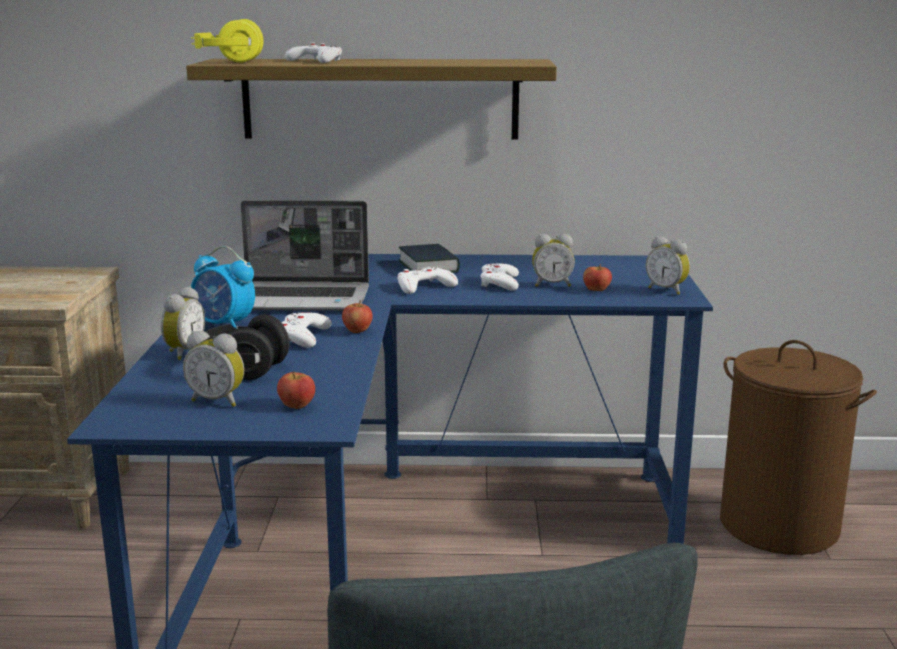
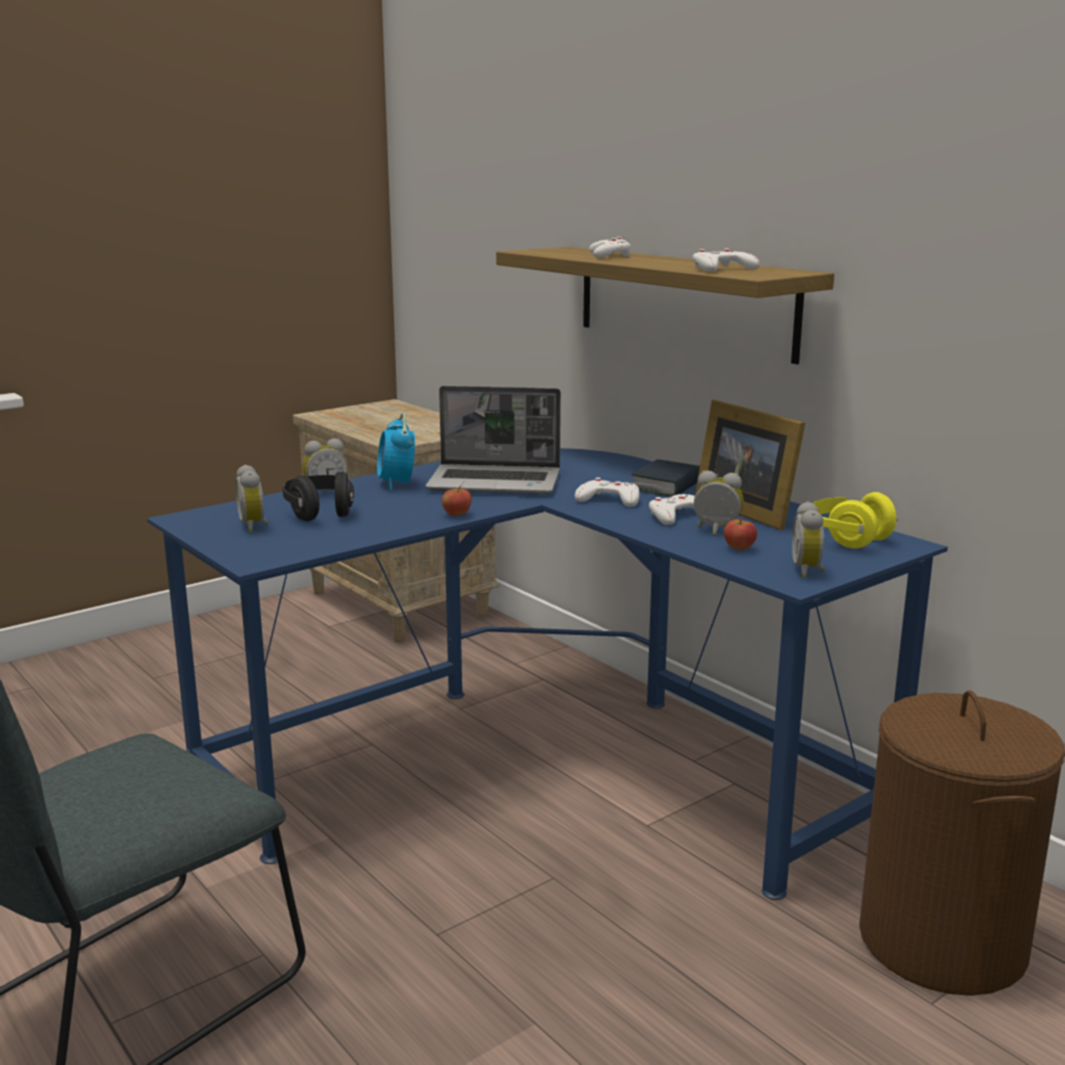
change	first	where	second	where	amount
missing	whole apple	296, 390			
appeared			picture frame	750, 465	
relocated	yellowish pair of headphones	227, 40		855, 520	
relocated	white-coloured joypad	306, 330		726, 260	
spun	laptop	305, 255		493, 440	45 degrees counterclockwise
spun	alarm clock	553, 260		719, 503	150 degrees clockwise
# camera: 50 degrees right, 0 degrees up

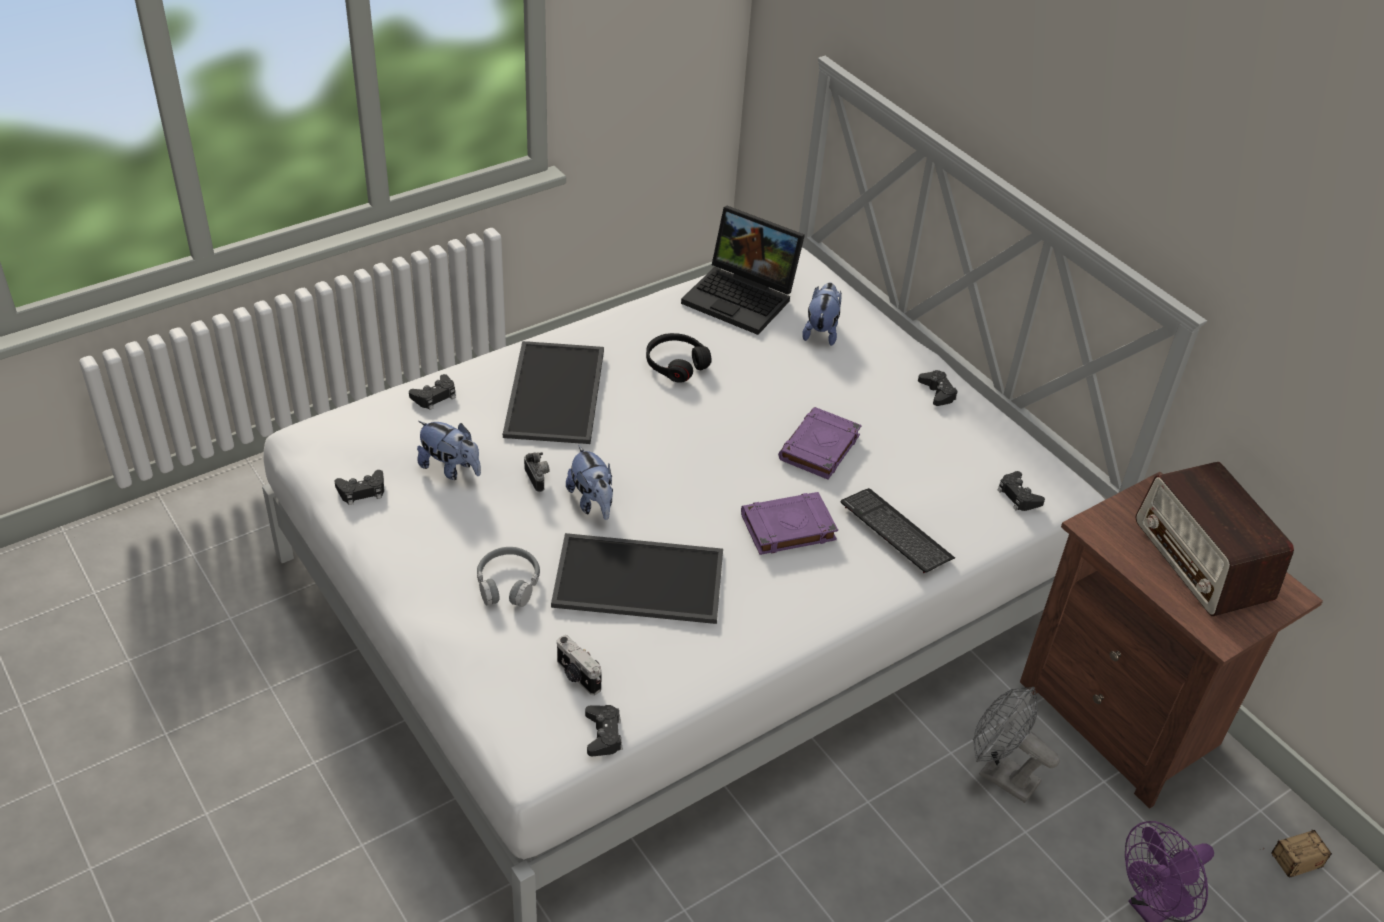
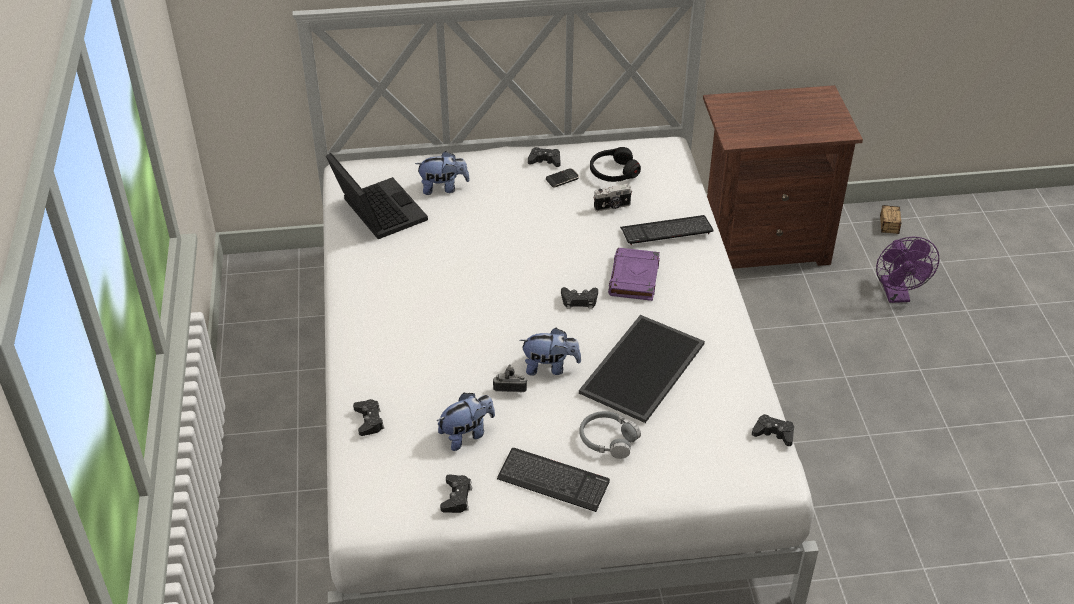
change	first	where	second	where	amount
missing	tray	553, 392			
missing	purple-coloured volume	820, 443			
missing	grey electric fan	1016, 745			
missing	radio set	1214, 538			
appeared			keyboard	553, 480	
appeared			telephone	562, 178	
relocated	photo camera	579, 665		612, 198	
relocated	black pair of headphones	679, 358		615, 164	
relocated	black joypad	1021, 491		579, 298	
spun	laptop	743, 270		377, 196	90 degrees counterclockwise
spun	soft toy	822, 314		442, 173	135 degrees clockwise
# camera: 60 degrees left, 0 degrees up

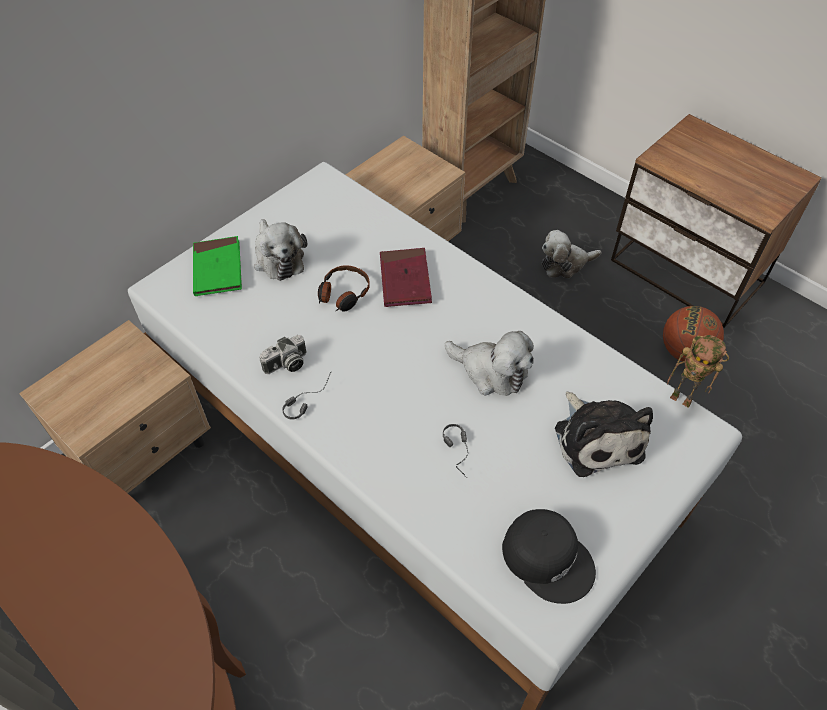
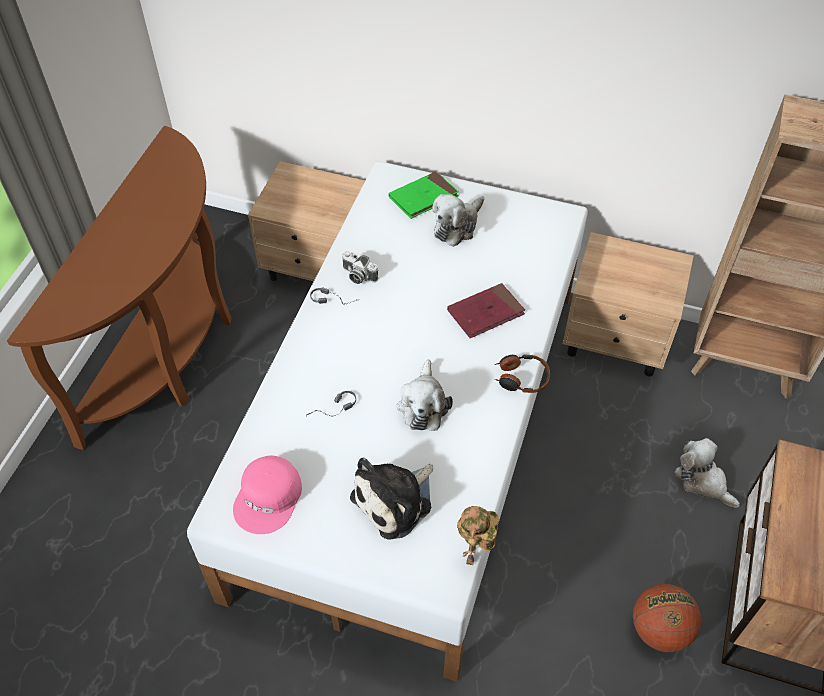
change	first	where	second	where	amount
relocated	pair of headphones	344, 288		522, 374	
colour	black baseball cap	549, 556	pink baseball cap	267, 495	
# camera: 65 degrees right, 0 degrees up

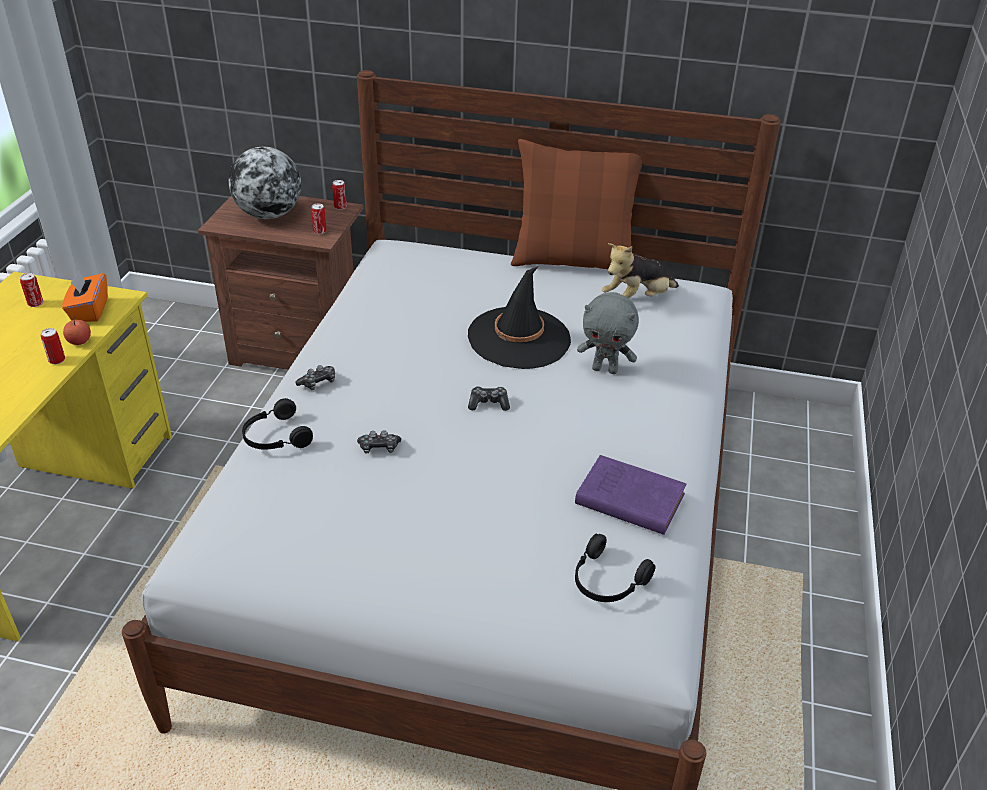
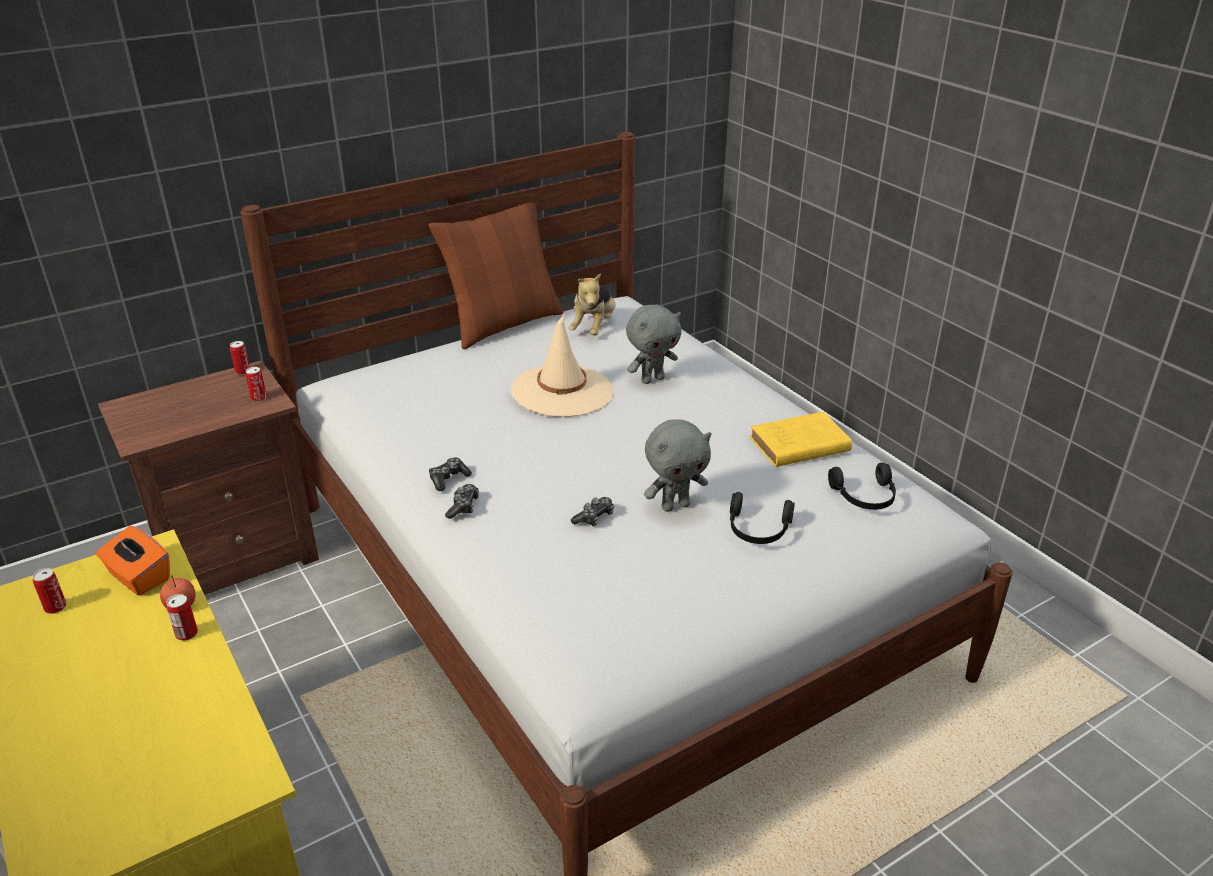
change	first	where	second	where	amount
missing	globe	265, 183			
appeared			grey soft toy	677, 466	
relocated	black pair of headphones	277, 424		762, 518	
relocated	joypad	489, 398		450, 474	
colour	black wearable hat	519, 317	beige-coloured wearable hat	562, 365	
colour	purple-coloured volume	630, 495	yellowish volume	801, 439	
# camera: 45 degrees left, 5 degrees down

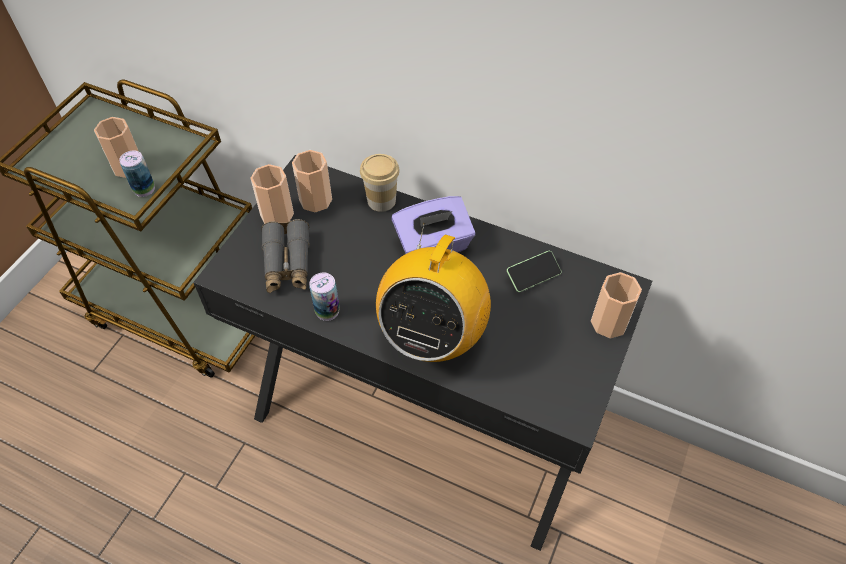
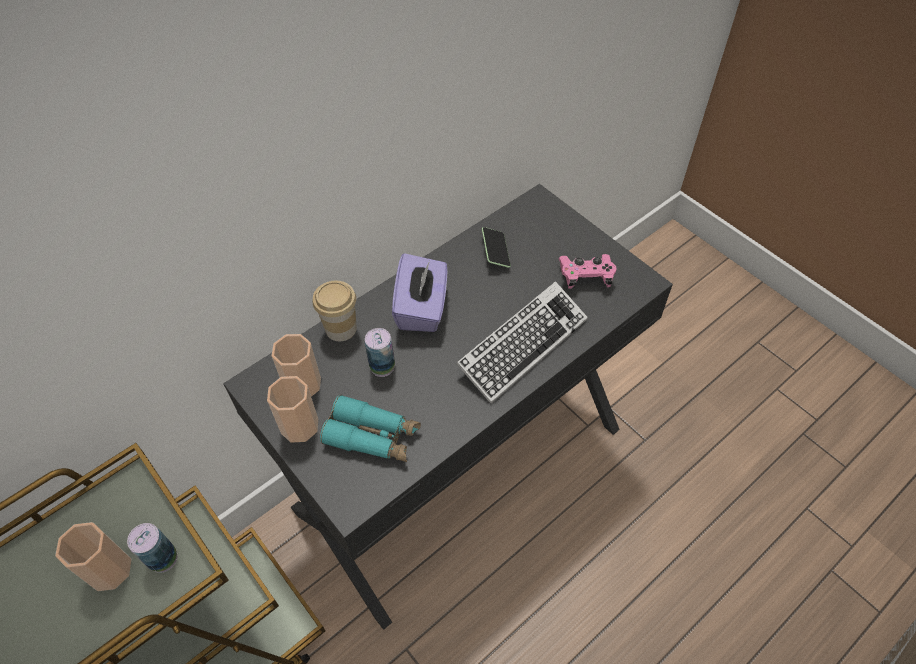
change	first	where	second	where	amount
missing	cup	616, 305			
appeared			pink joypad	588, 271	
relocated	metal can	324, 296		380, 352	
exchanged	radio set	433, 292	keyboard	522, 342	
colour	grey binoculars	285, 256	blue-green binoculars	370, 428	
# camera: 65 degrees left, 0 degrees up

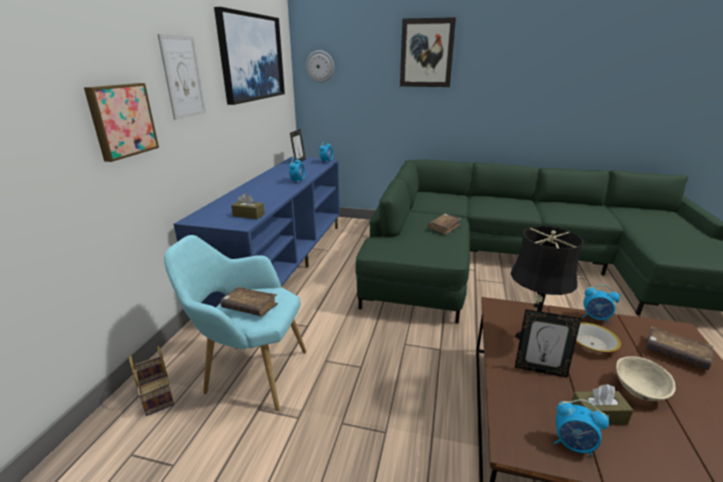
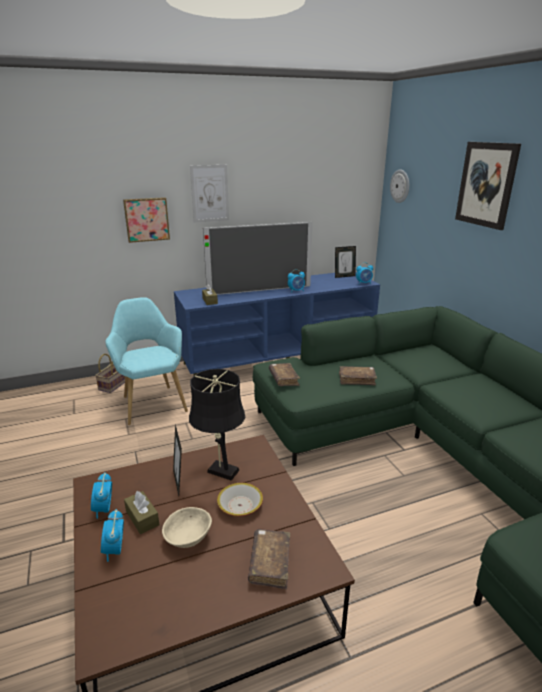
change	first	where	second	where	amount
missing	wall art	249, 56			
appeared			TV set	258, 258	
relocated	brown-coloured volume	249, 301		284, 374	
relocated	alarm clock	601, 304		112, 535	
# camera: 55 degrees right, 0 degrees up

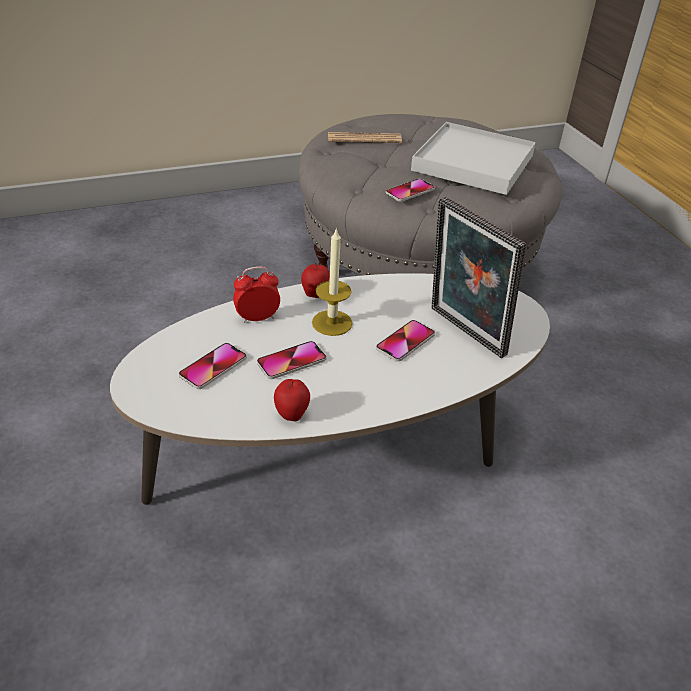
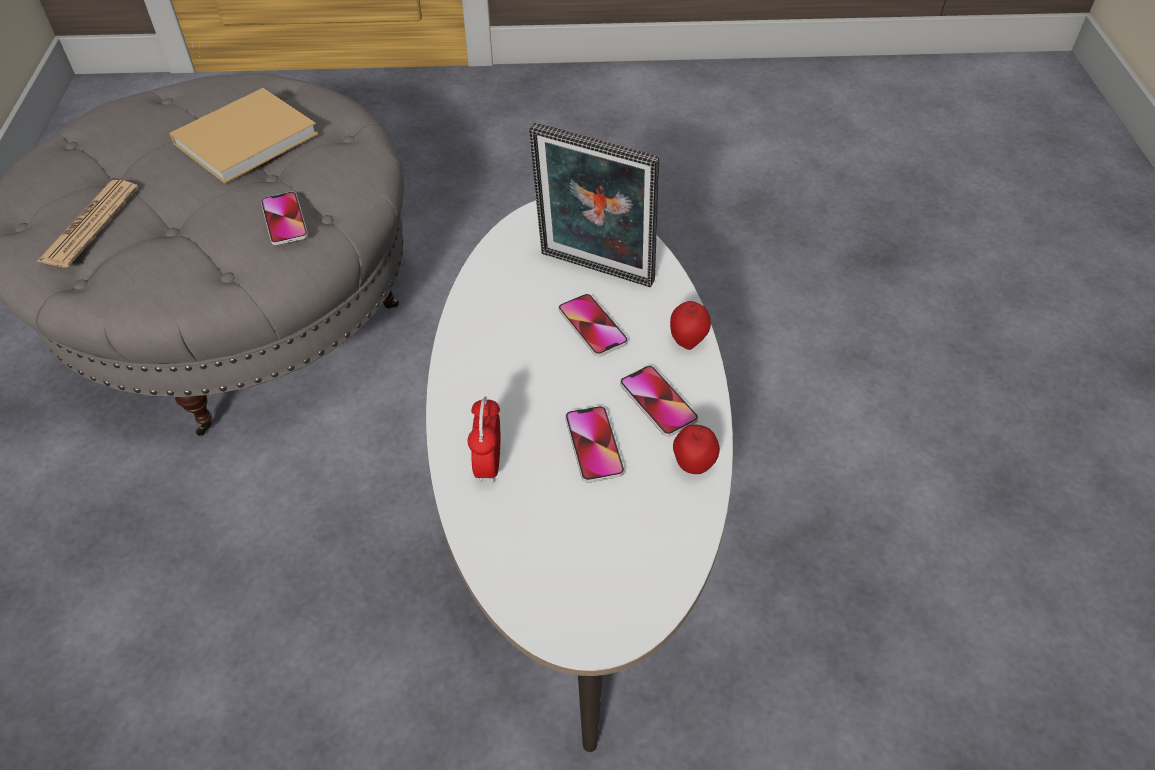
change	first	where	second	where	amount
missing	wax light	332, 281			
relocated	telephone	213, 366		659, 401	
relocated	whole apple	315, 280		690, 325	
exchanged	white-coloured tray	473, 158	beige-coloured volume	244, 136	
spun	picture frame	478, 277		594, 205	45 degrees clockwise
# camera: 70 degrees left, 10 degrees up

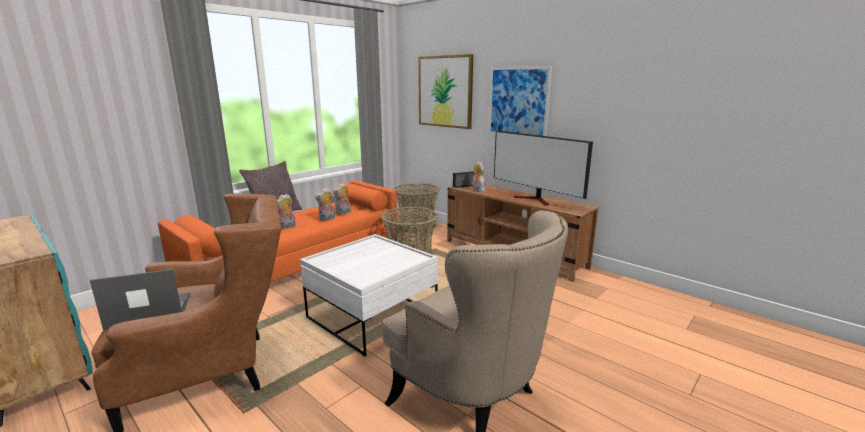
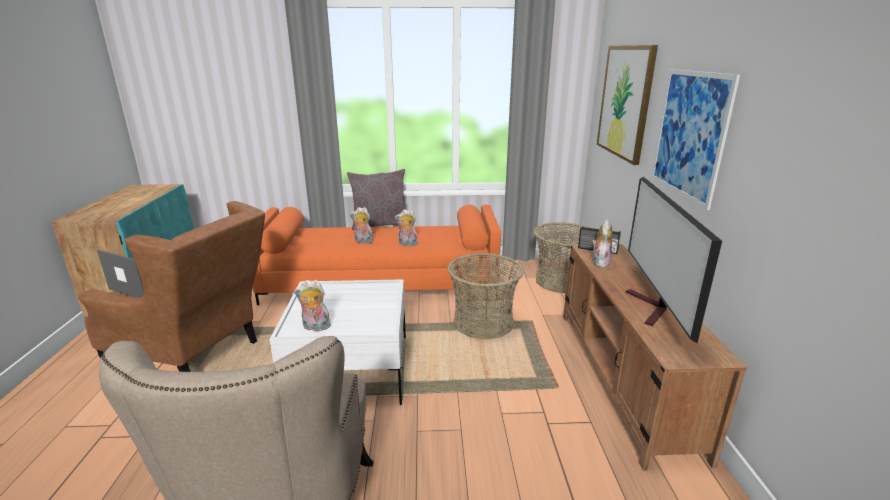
change	first	where	second	where	amount
relocated	soft toy	342, 198		312, 305	
# camera: 45 degrees right, 5 degrees up

